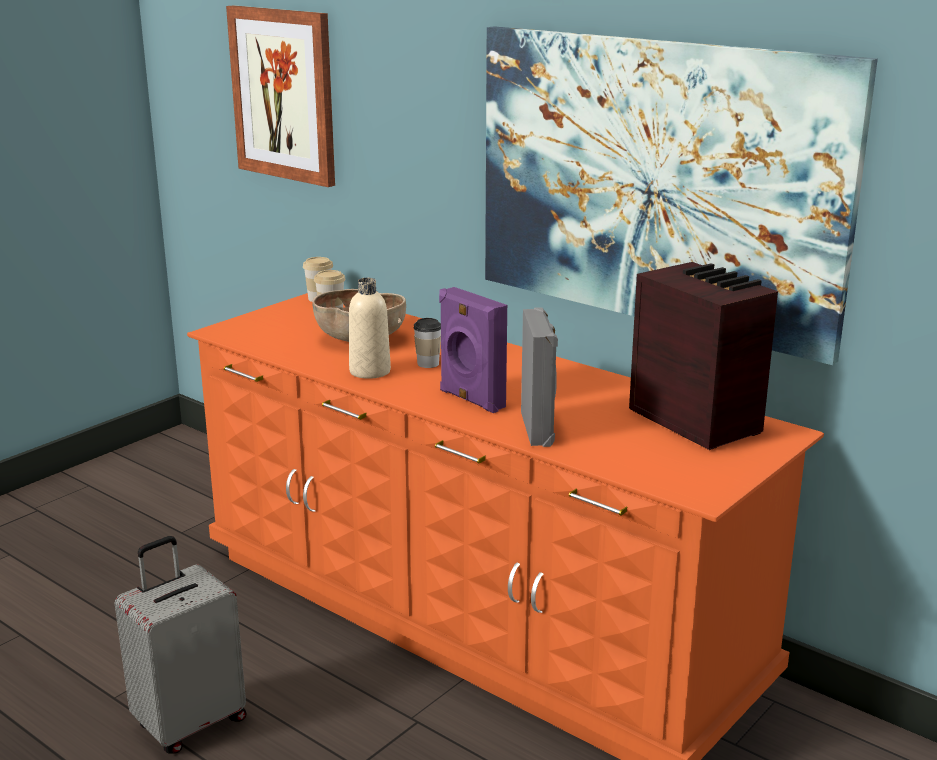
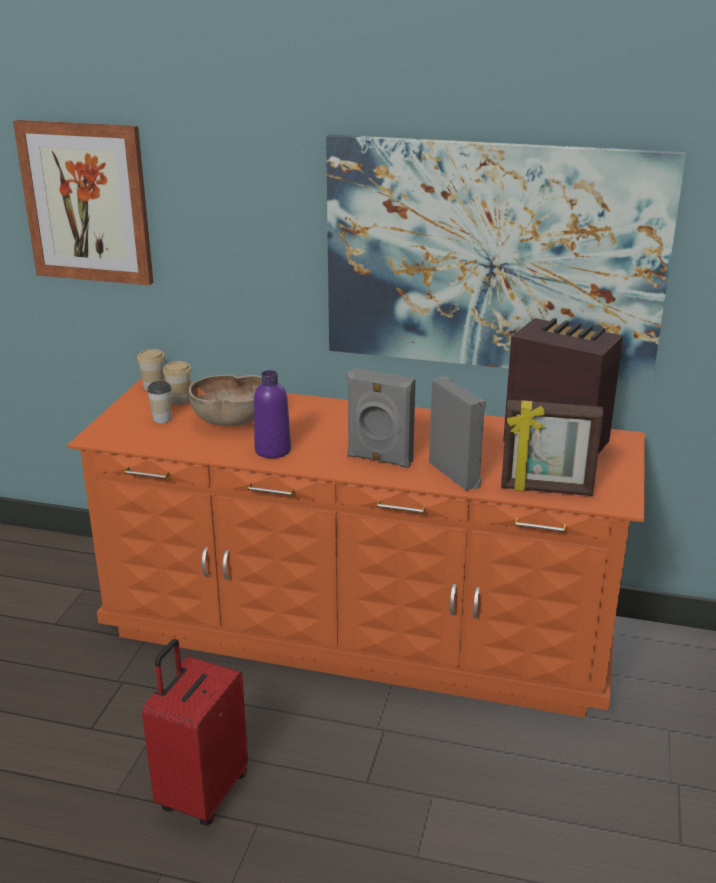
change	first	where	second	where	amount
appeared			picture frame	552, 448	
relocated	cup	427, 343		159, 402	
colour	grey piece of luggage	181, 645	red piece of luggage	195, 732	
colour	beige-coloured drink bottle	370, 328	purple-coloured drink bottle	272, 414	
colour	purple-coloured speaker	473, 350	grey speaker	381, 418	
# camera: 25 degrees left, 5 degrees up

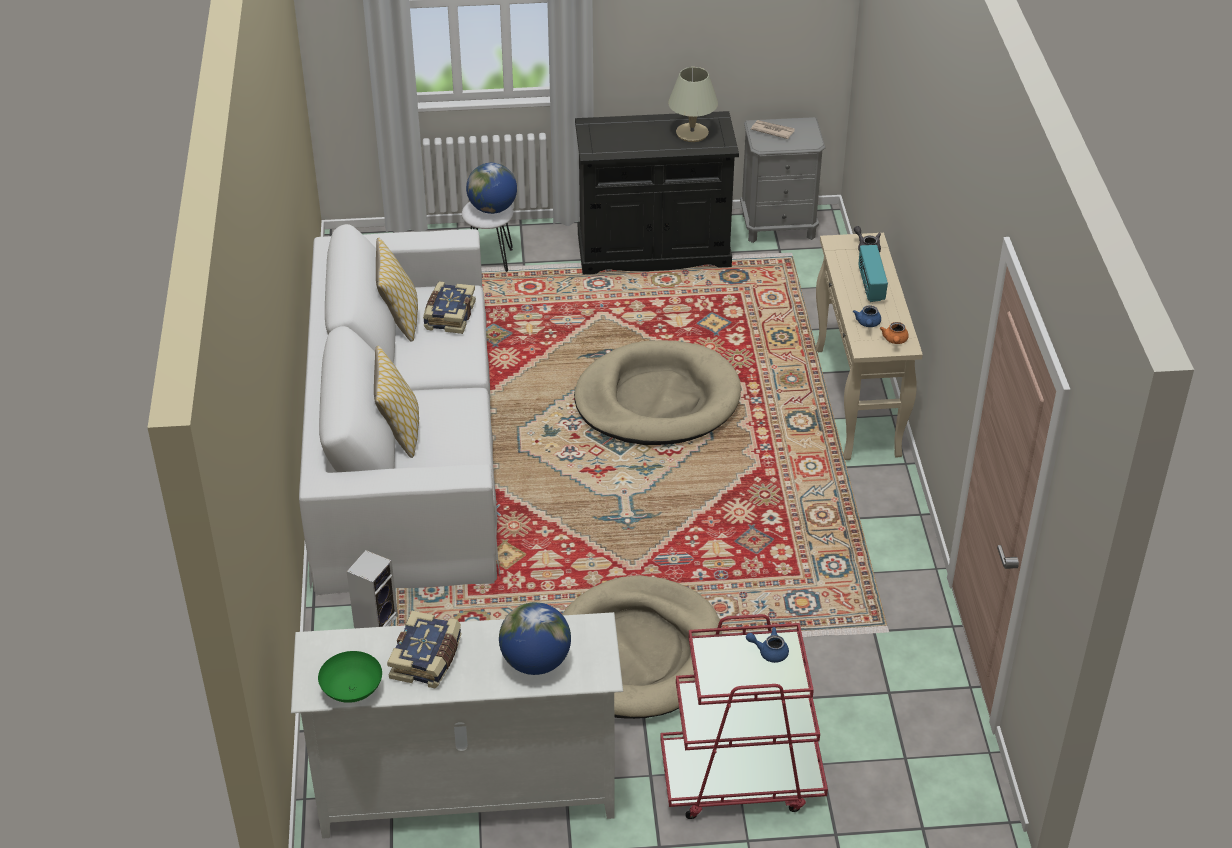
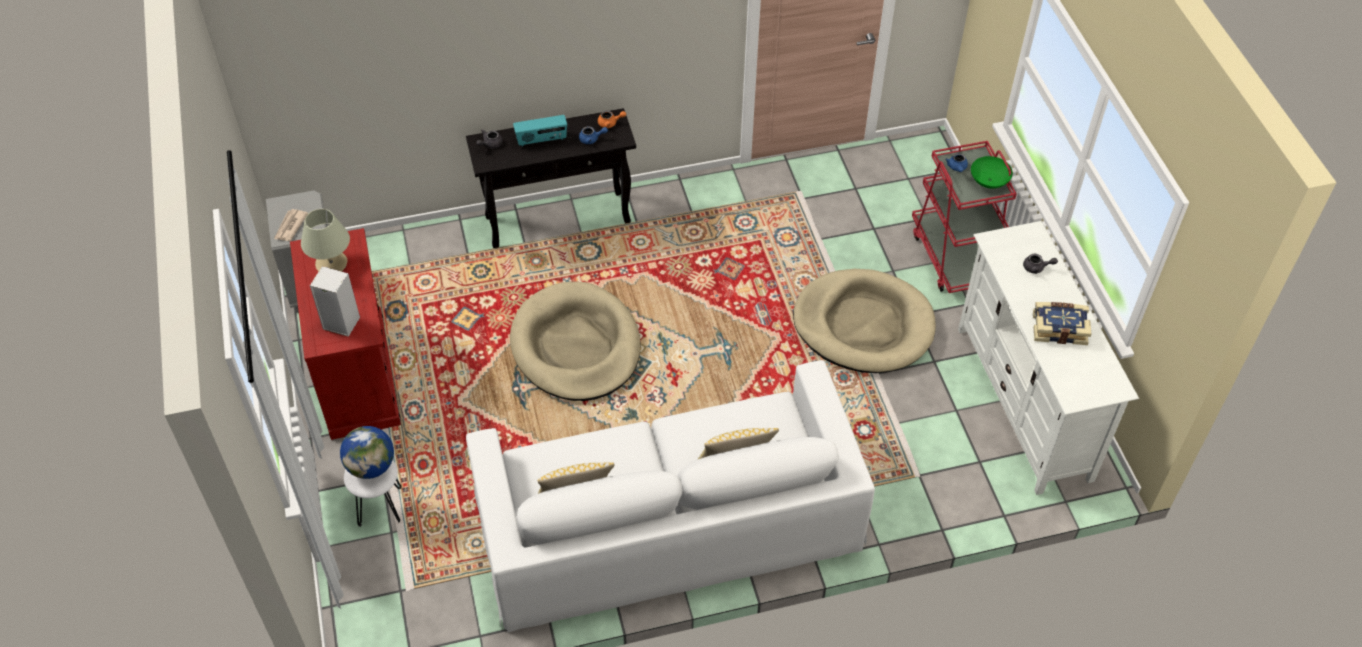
change	first	where	second	where	amount
missing	volume	449, 307			
relocated	green serving bowl	350, 677		992, 172	
relocated	speaker	372, 589		335, 301	
exchanged	globe	535, 638	grey pot for tea	1040, 264	
colour	black cabinet	657, 192	red cabinet	345, 334	
colour	beige-coloured console table	869, 346	black console table	551, 178	
# camera: 100 degrees left, 10 degrees up

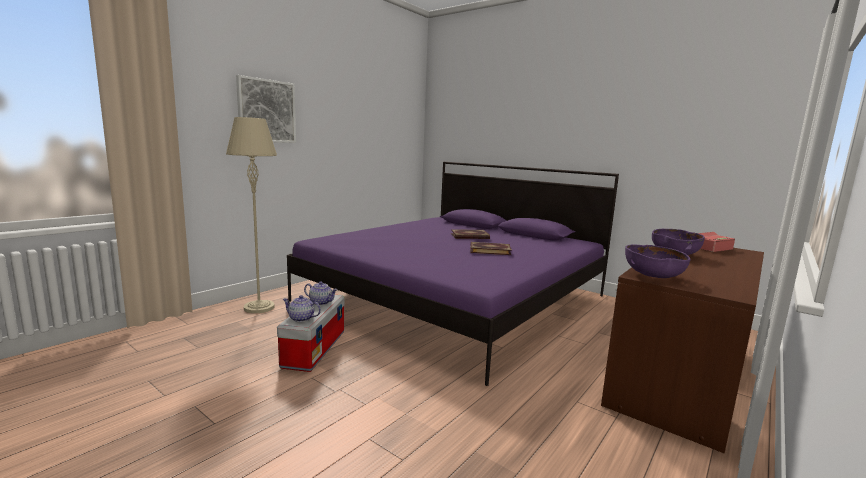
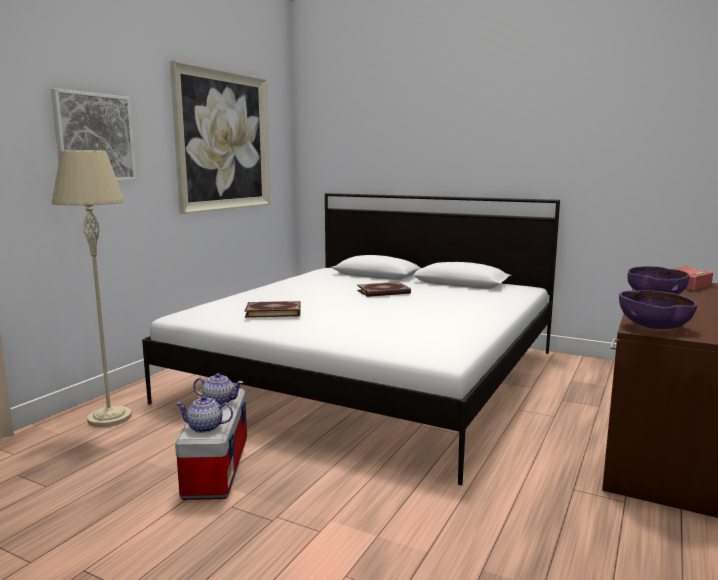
change	first	where	second	where	amount
appeared			wall art	220, 137	
relocated	volume	491, 248		272, 309	
colour	purple-coloured bedroom bed	453, 274	white-coloured bedroom bed	351, 339	
# camera: 10 degrees left, 0 degrees up

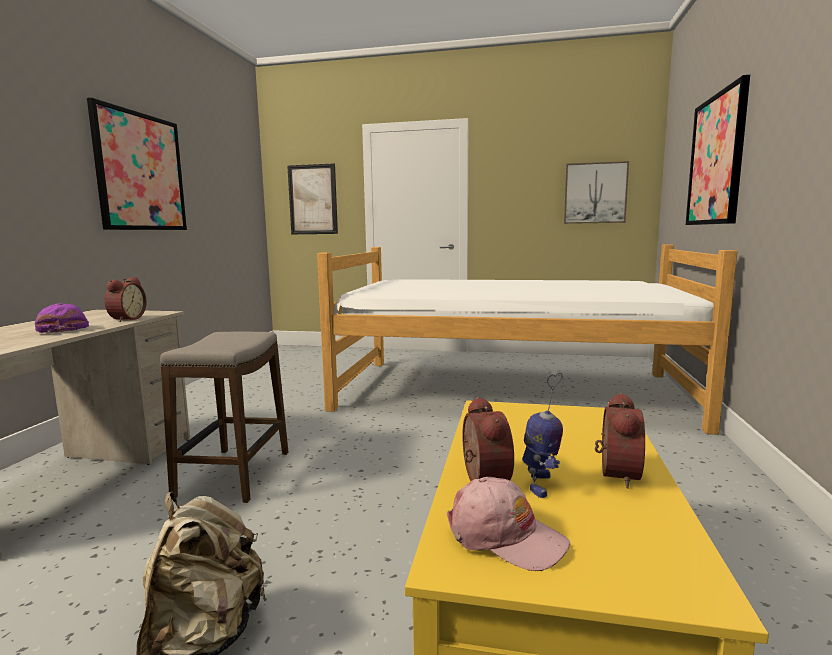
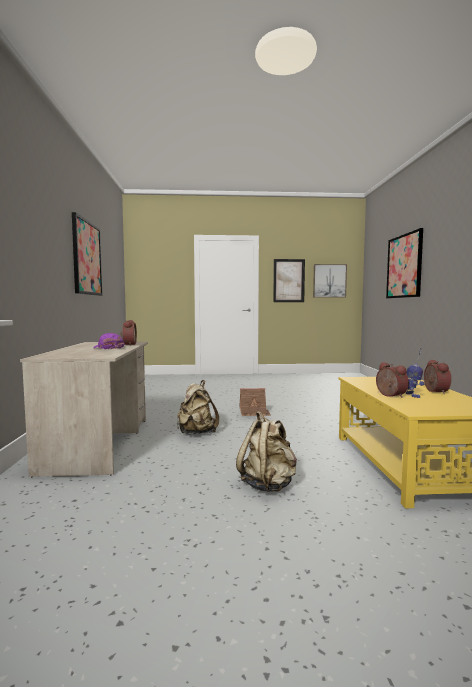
change	first	where	second	where	amount
missing	bedroom bed	527, 339			
missing	pink baseball cap	508, 524			
appeared			model house	255, 402	
relocated	wall art	312, 198		289, 280	
exchanged	stool	224, 417	beige-coloured backpack	198, 407	
# camera: 15 degrees left, 5 degrees down

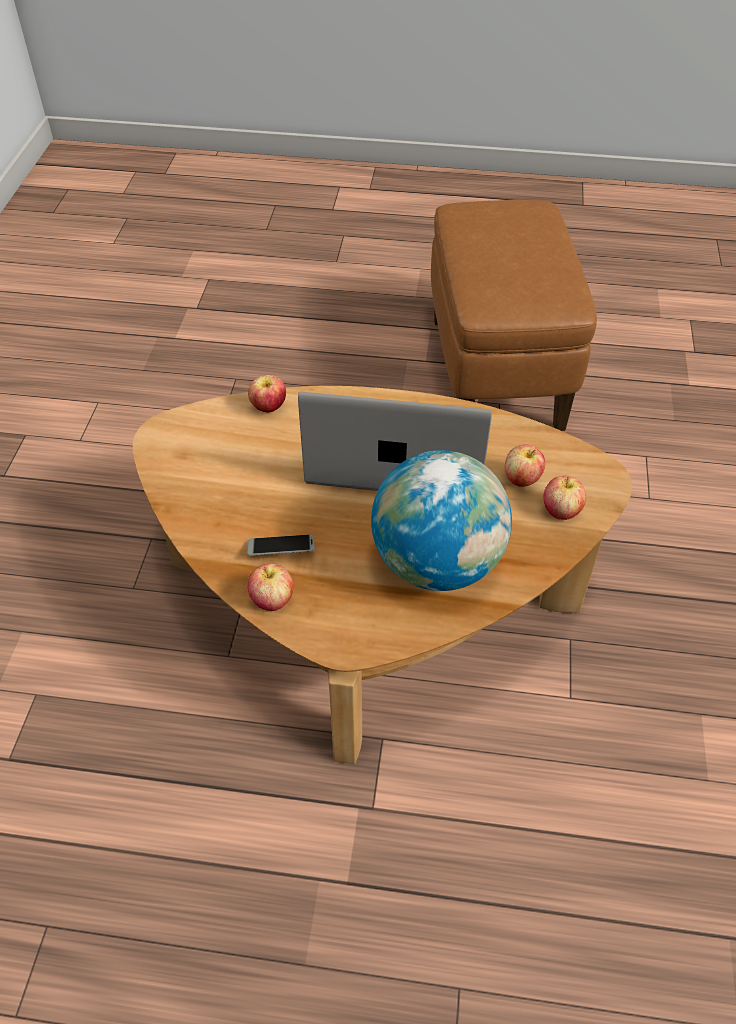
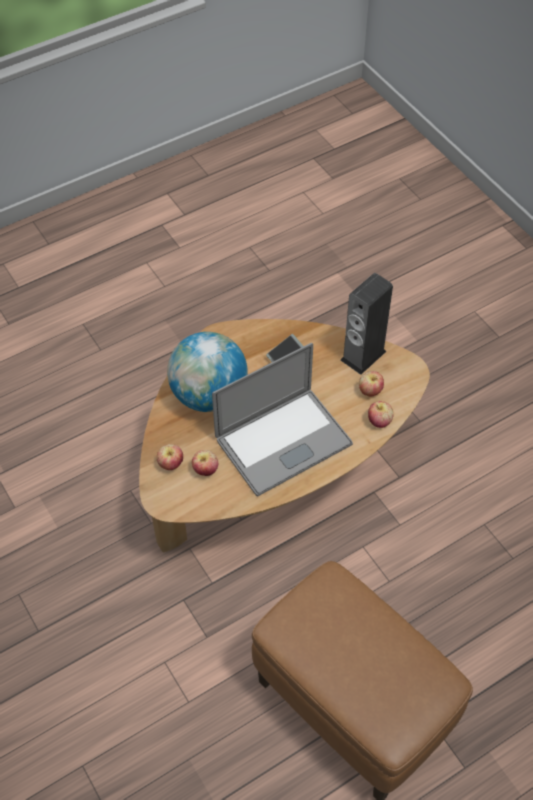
change	first	where	second	where	amount
appeared			speaker	366, 324	
relocated	whole apple	270, 587		371, 384	
# camera: 140 degrees right, 5 degrees up

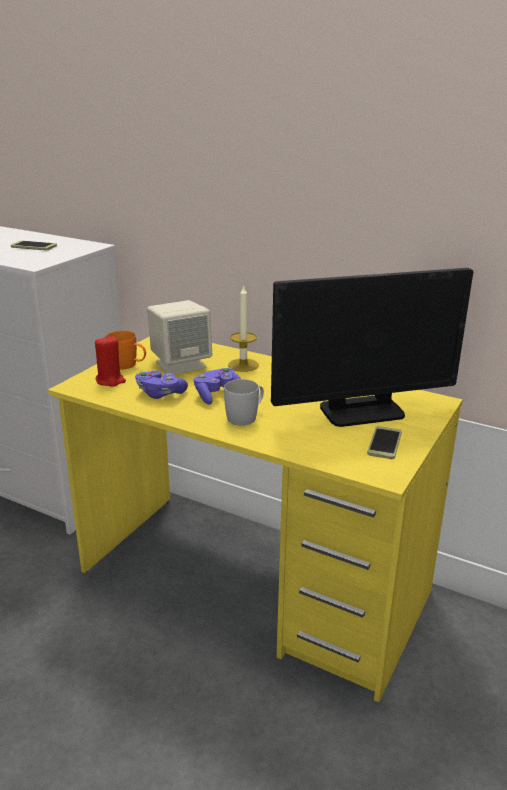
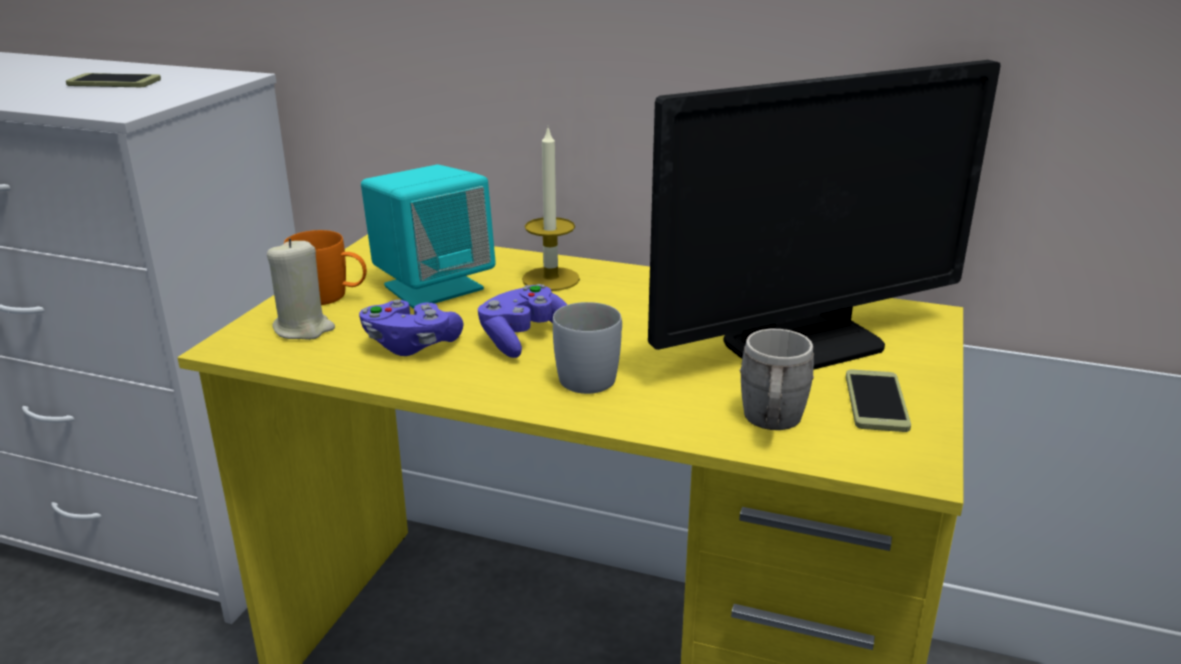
change	first	where	second	where	amount
appeared			grey mug	777, 379	
colour	red wax light	110, 361	beige-coloured wax light	301, 289	
colour	beige-coloured speaker	179, 337	blue-green speaker	428, 237	
# camera: 10 degrees left, 0 degrees up

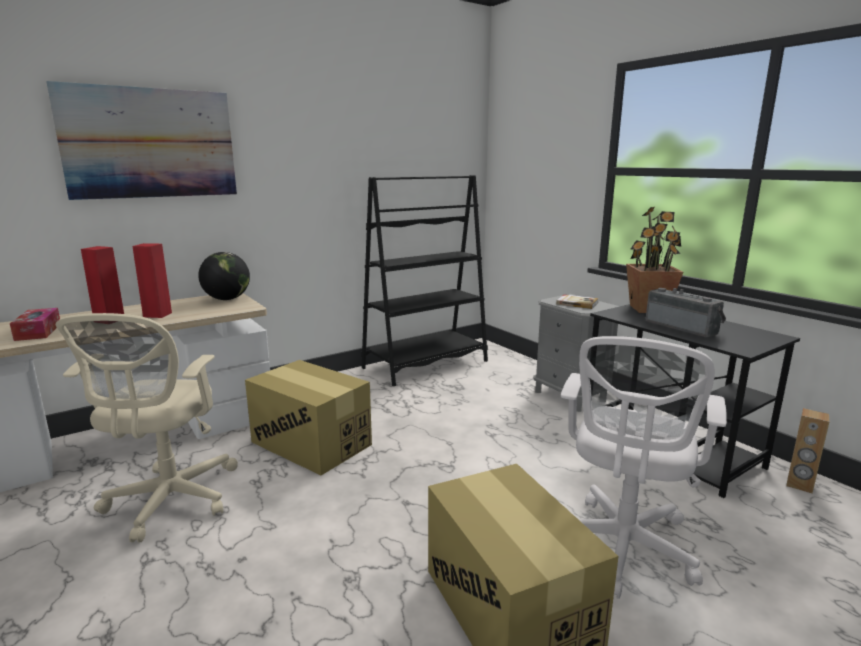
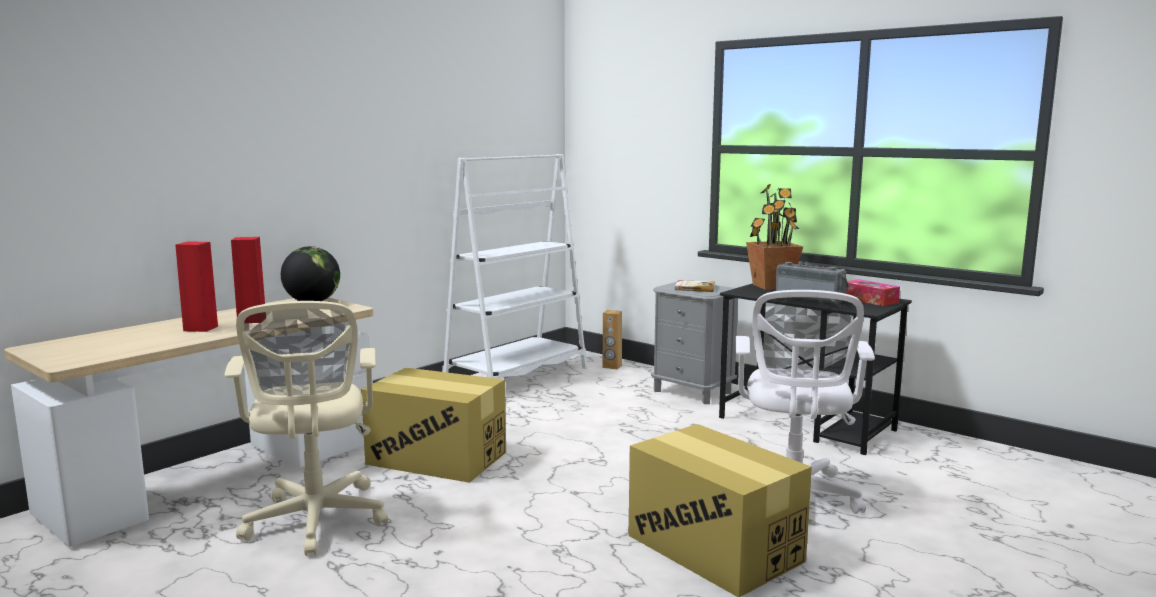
change	first	where	second	where	amount
missing	wall art	141, 140			
relocated	tissue box	35, 324		872, 292	
relocated	brown-coloured speaker	808, 450		612, 339	
colour	black bookcase	424, 280	white-coloured bookcase	514, 266	
# camera: 15 degrees left, 5 degrees down

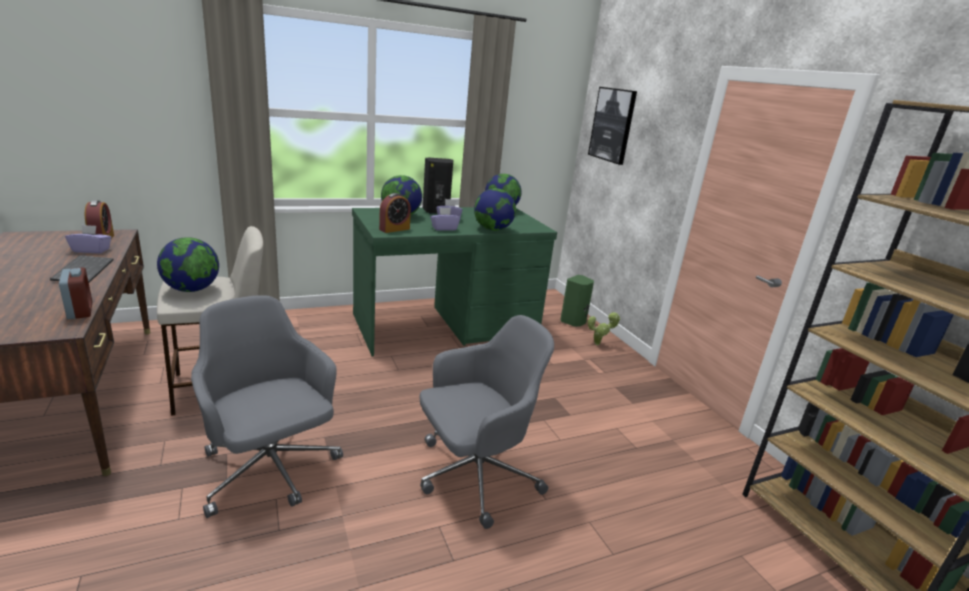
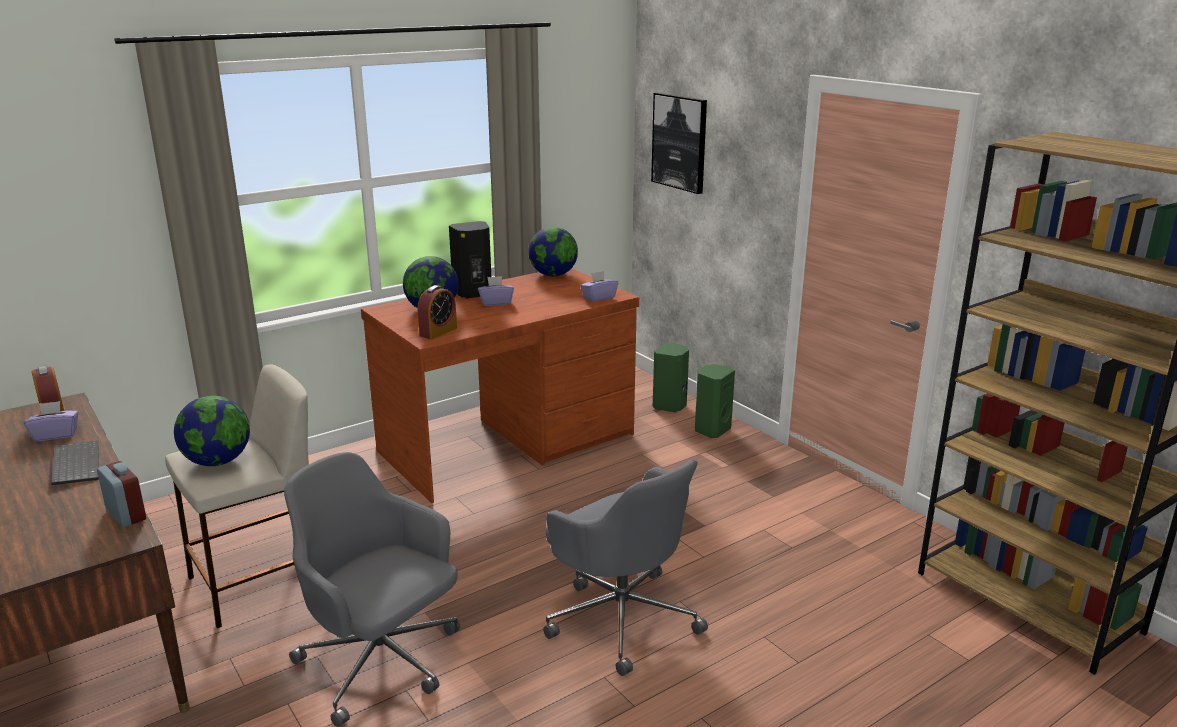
change	first	where	second	where	amount
missing	globe	495, 209			
relocated	purple-coloured tissue box	445, 219		599, 286	
exchanged	potted plant	604, 328	green speaker	715, 401	
colour	green desk	454, 281	brown-coloured desk	500, 385	
spun	grey computer chair	486, 422		625, 567	90 degrees clockwise
# camera: 10 degrees left, 0 degrees up

